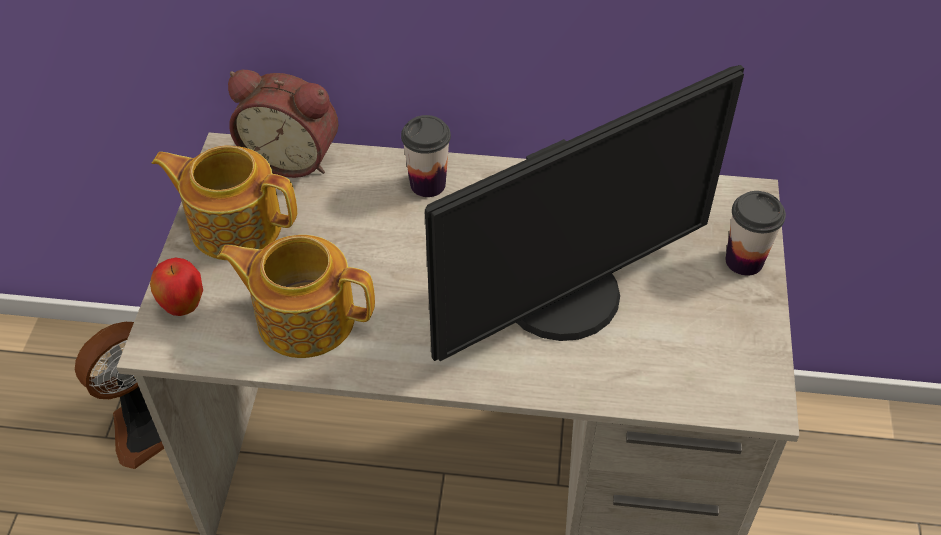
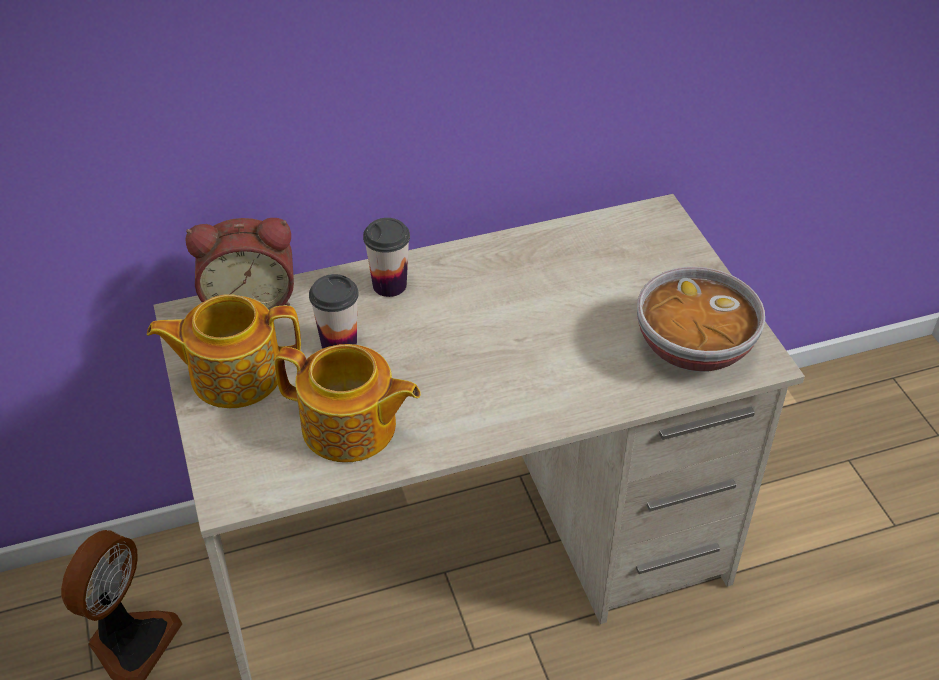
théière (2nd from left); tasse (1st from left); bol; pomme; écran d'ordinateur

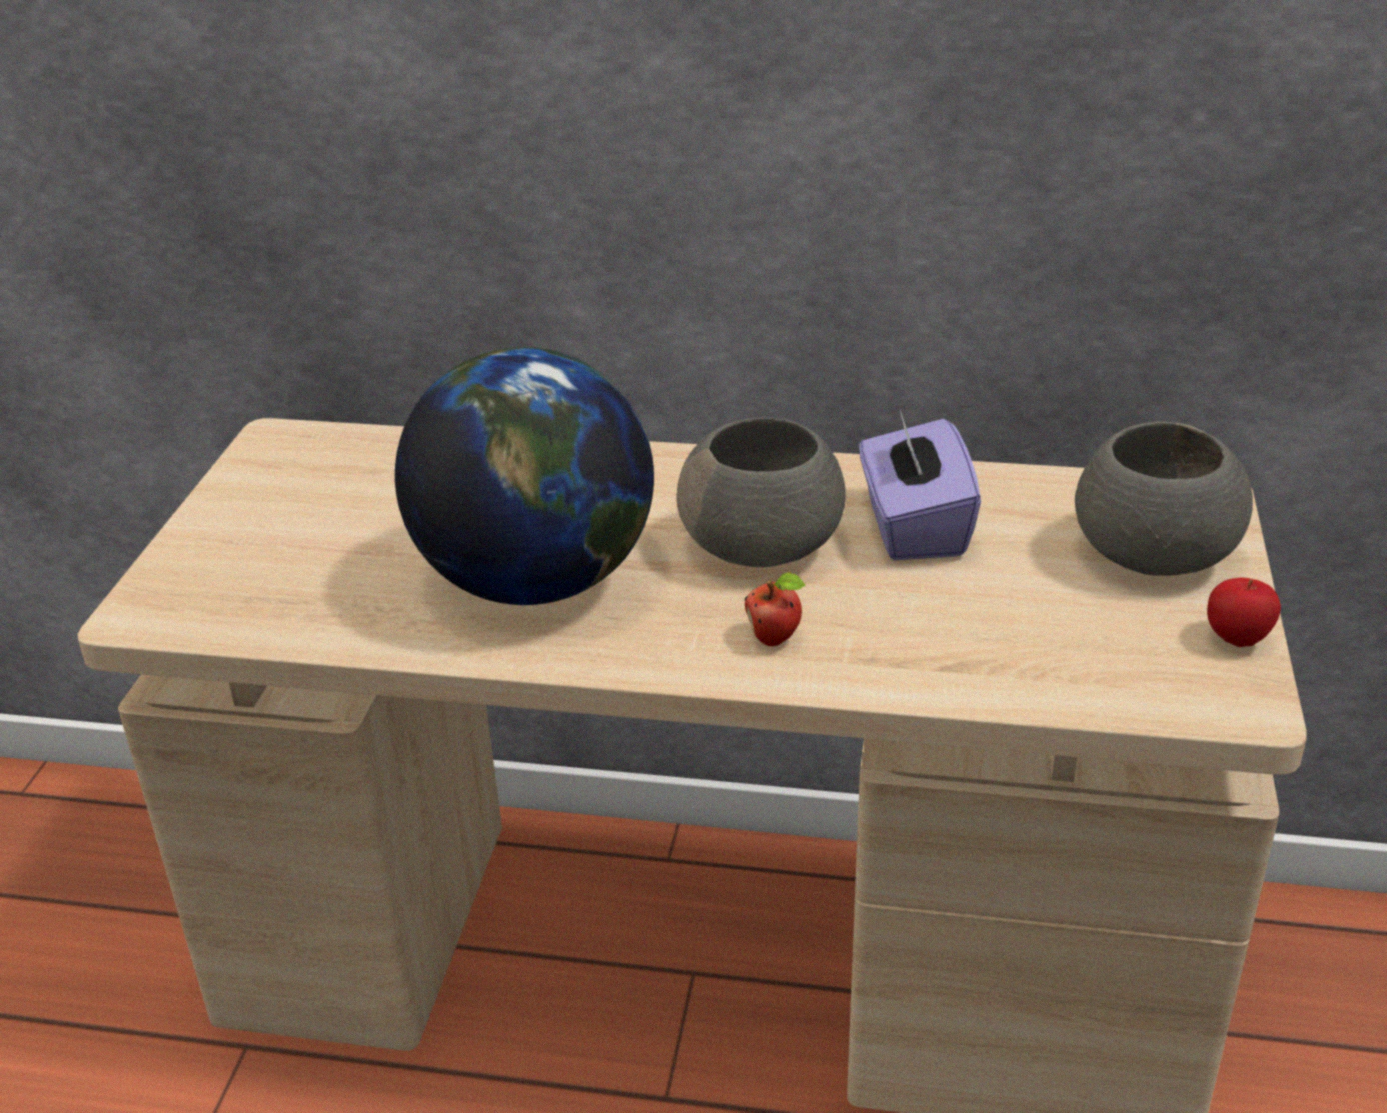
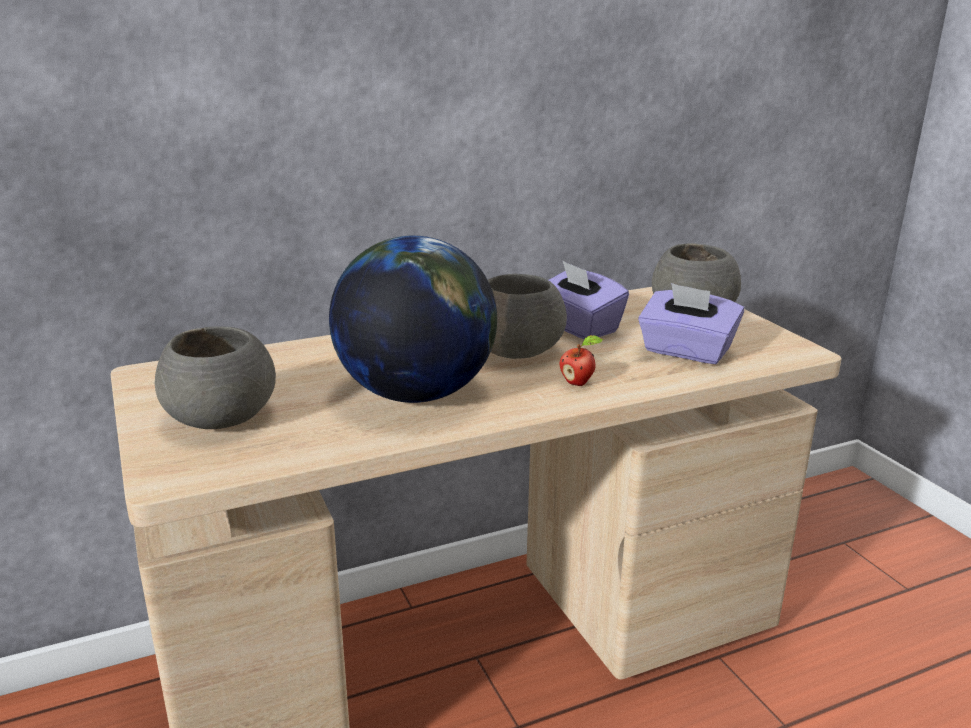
bol [gris] (1st from left); boîte à mouchoirs [violet] (2nd from left); pomme (2nd from left in the first image)

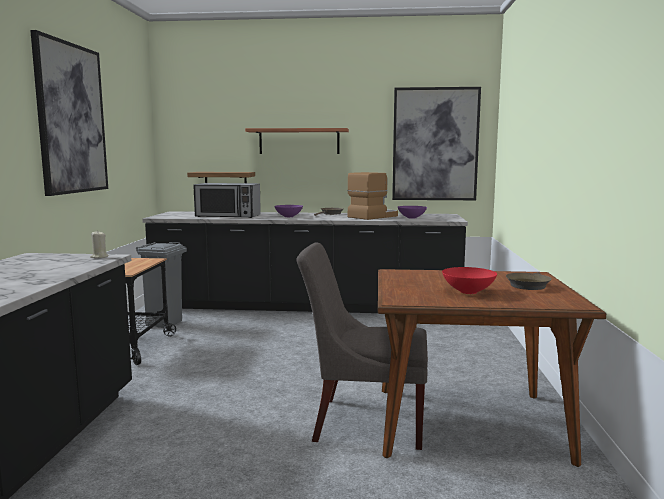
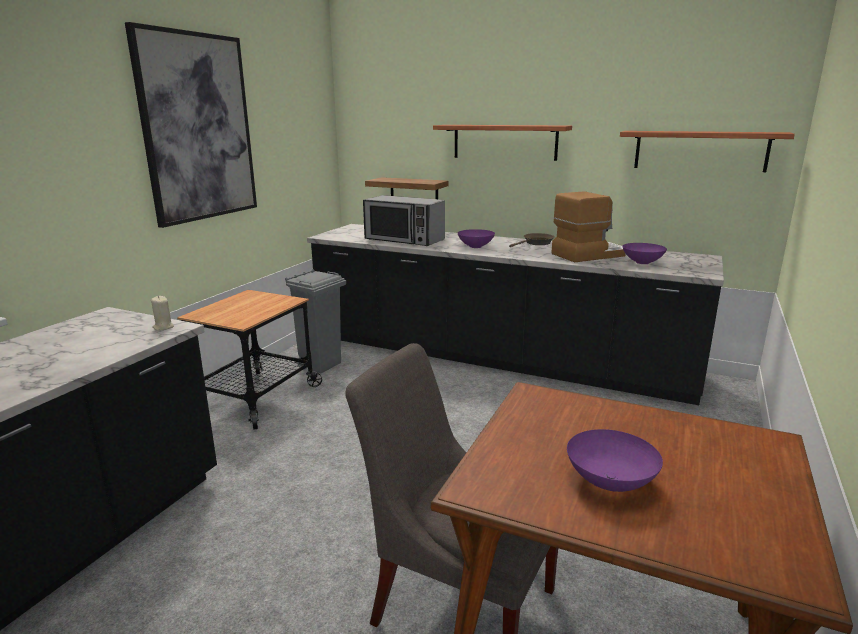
bol [violet] (2nd from left); étagère (3rd from left); poêle [marron] (2nd from left in the first image)

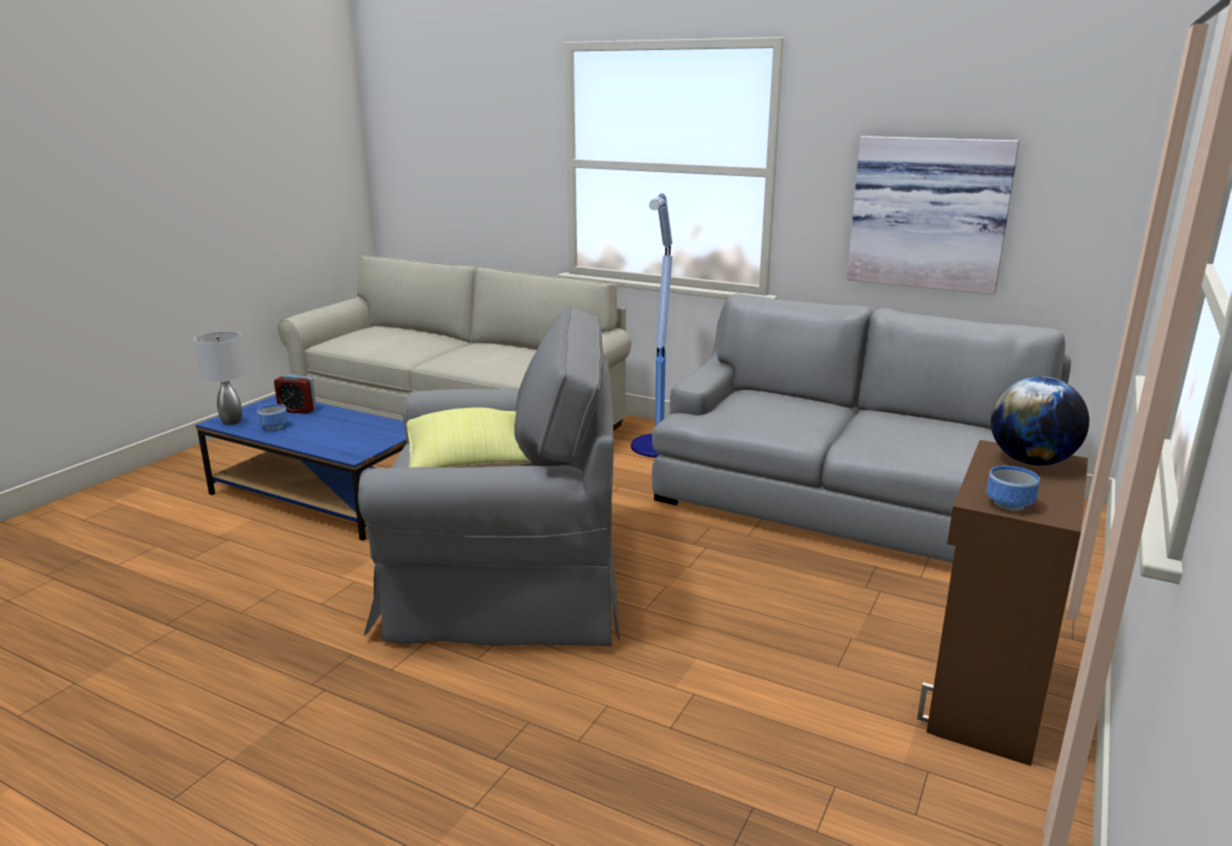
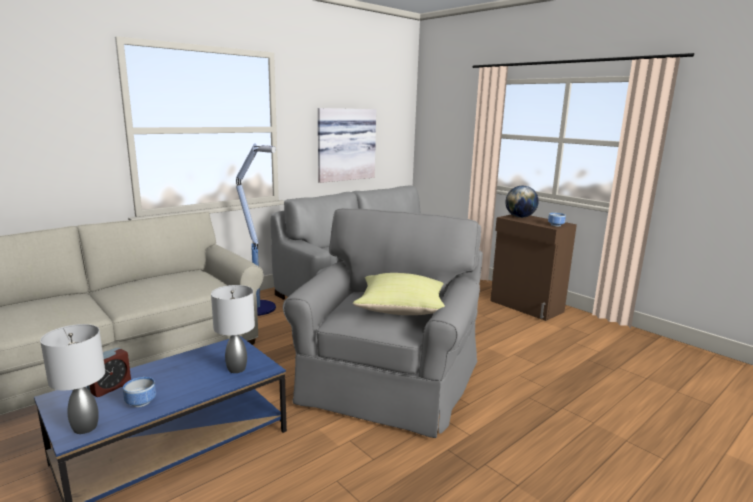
lampe de table [gris] (2nd from left)

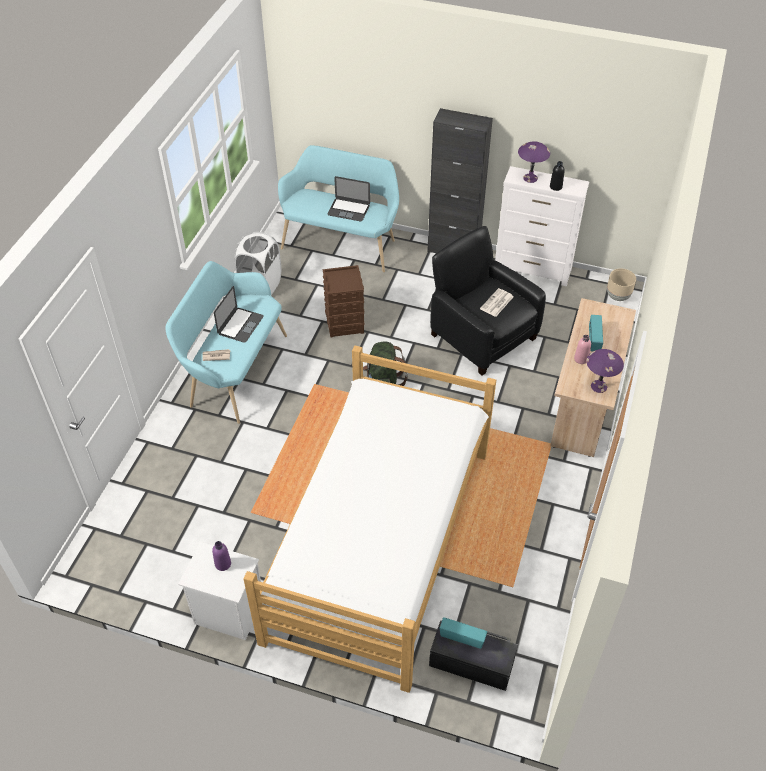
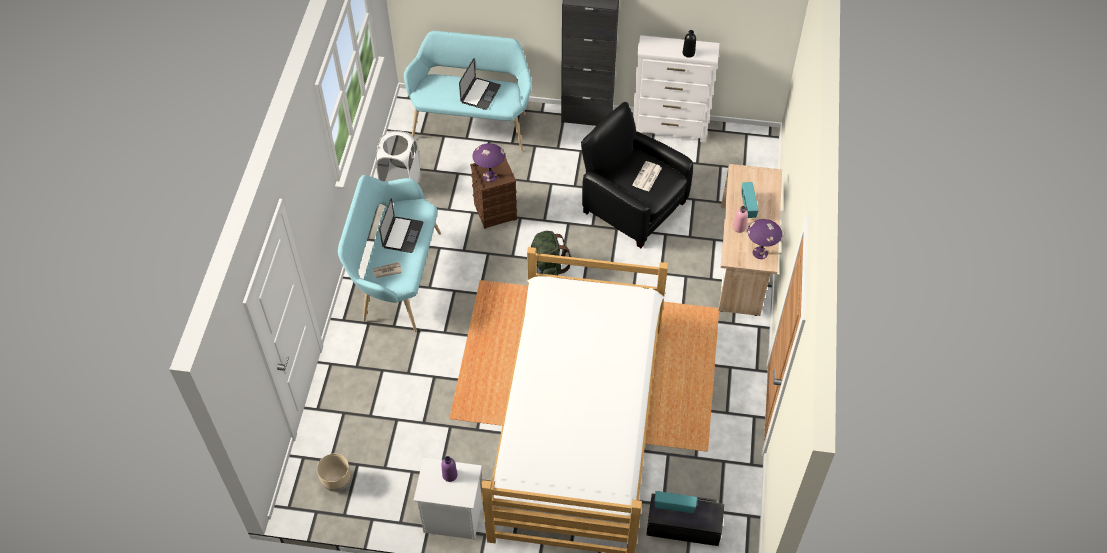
cache-pot [beige]; ordinateur portable (2nd from left); lampe de table [violet] (1st from left)

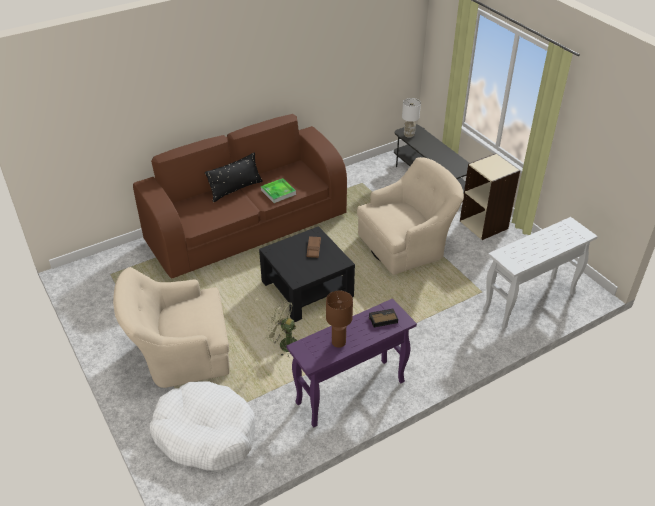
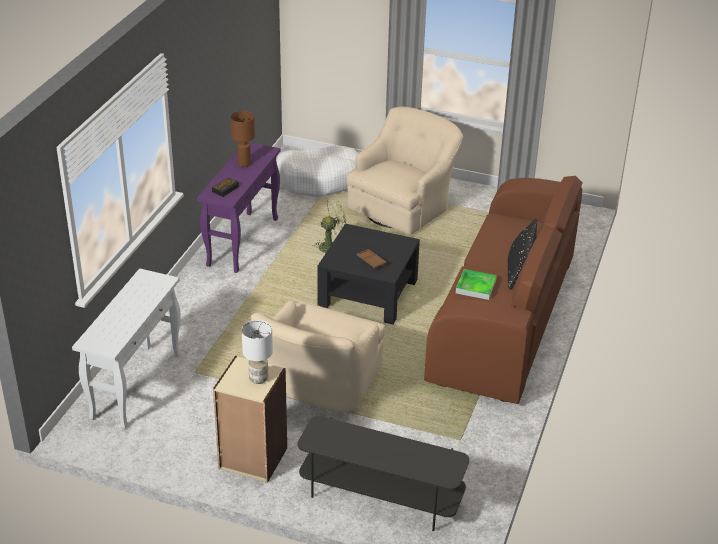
lampe de table [blanc]

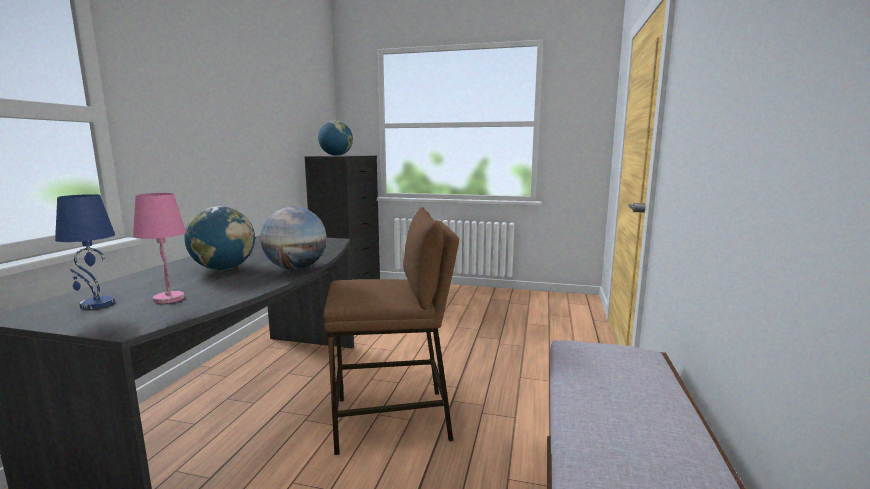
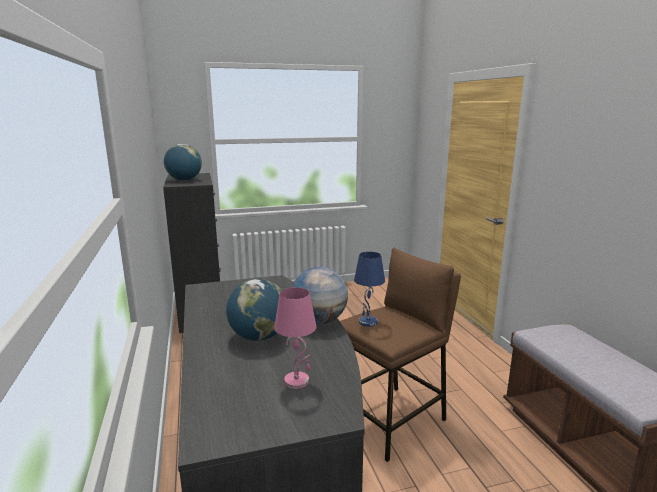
lampe de table [bleu]

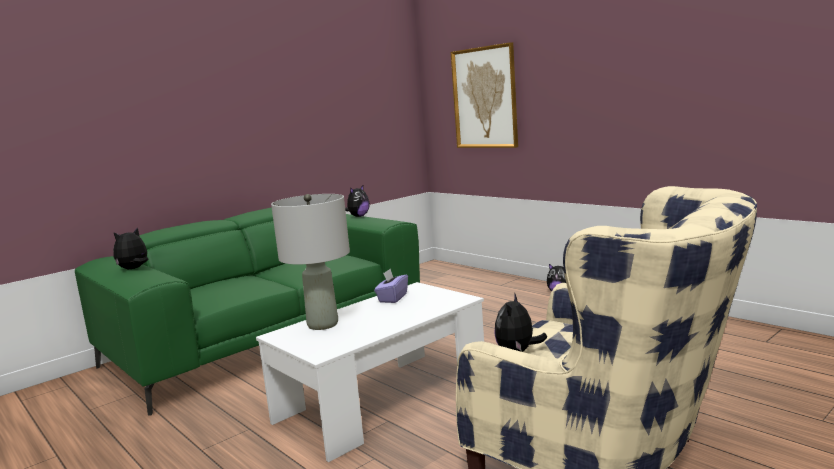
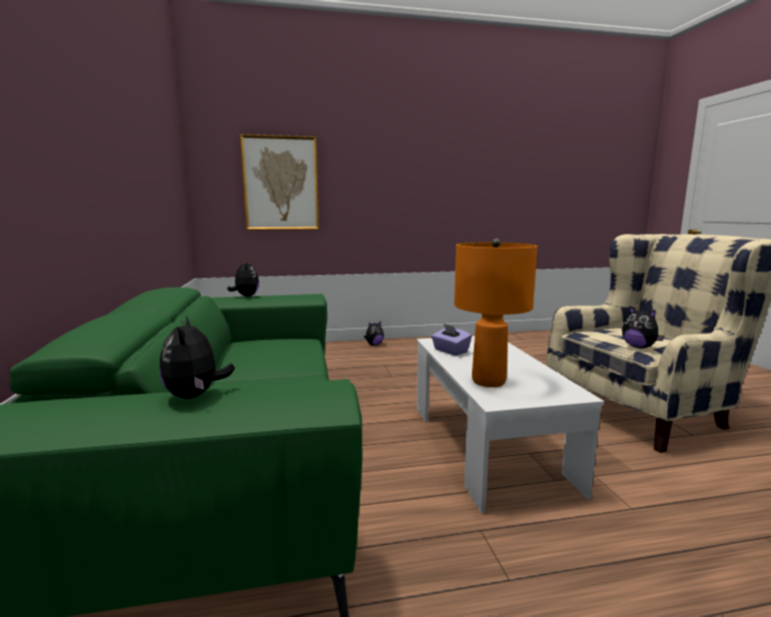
lampe de table [orange]

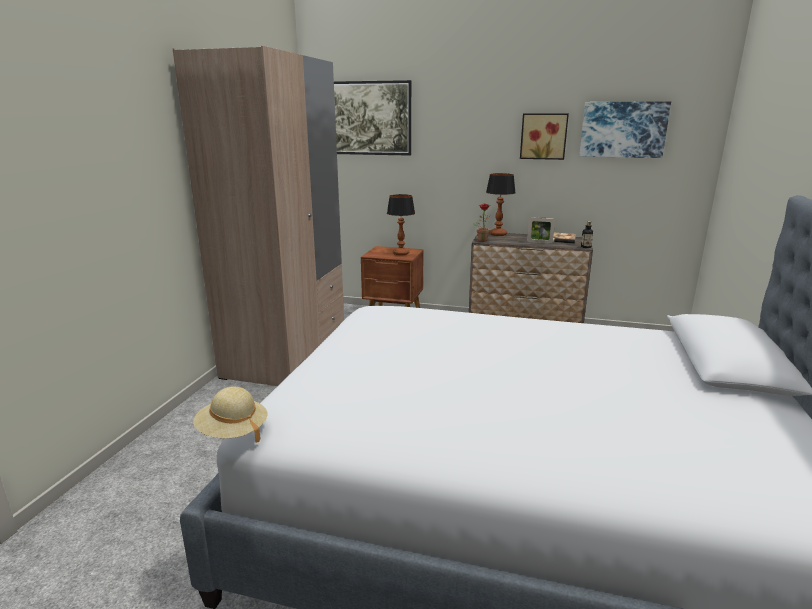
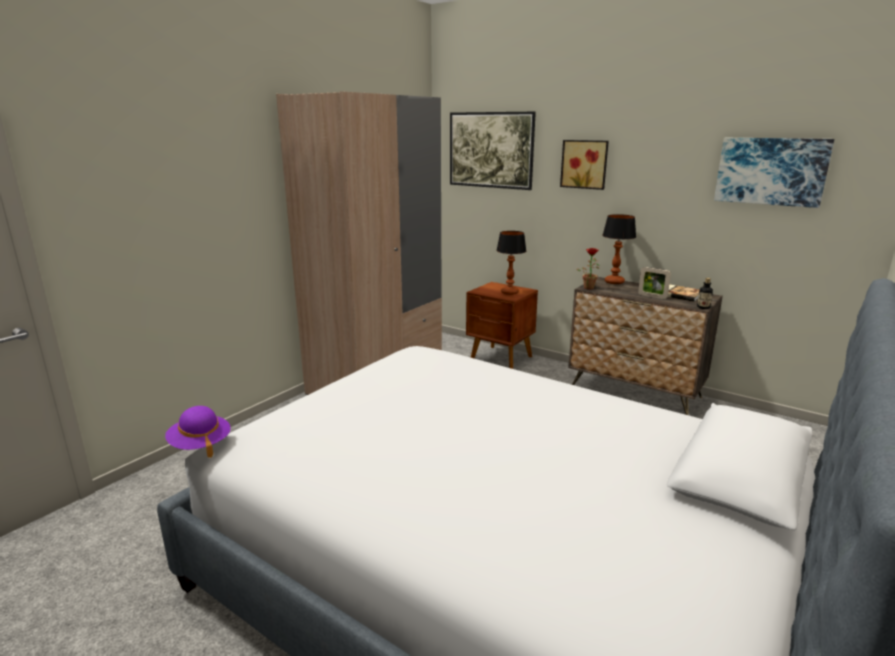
chapeau [violet]; tableau (2nd from left)

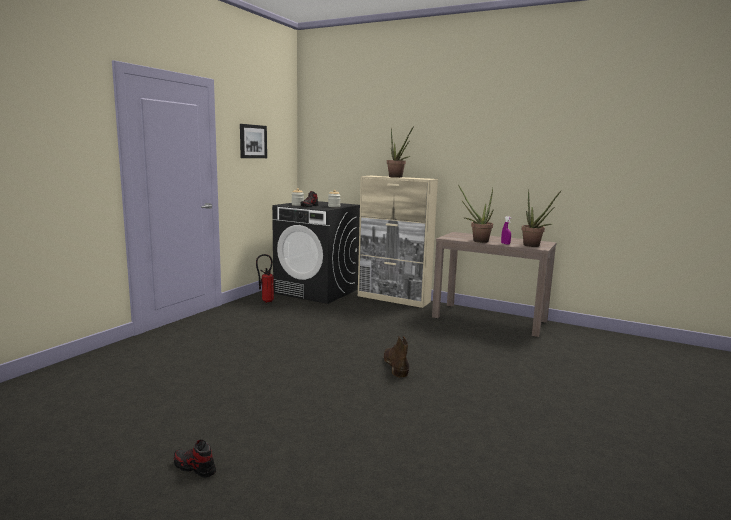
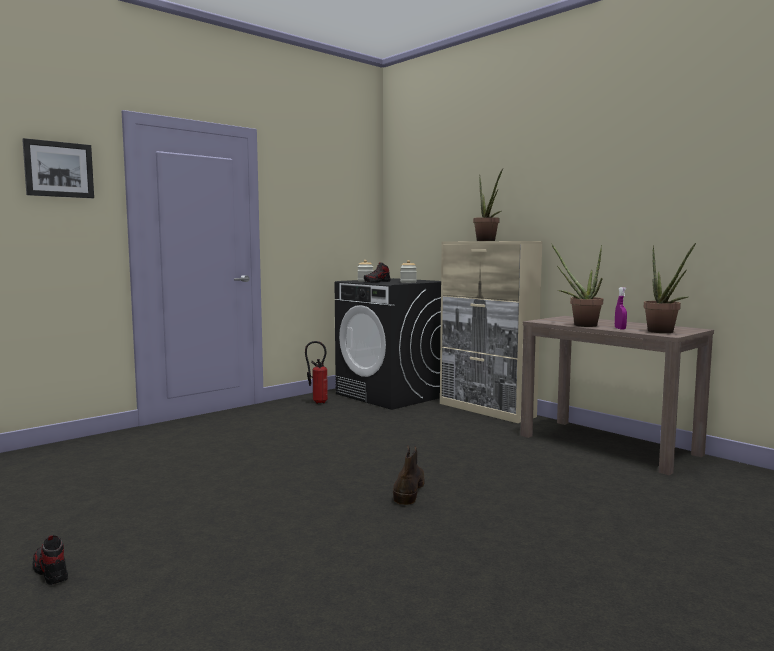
tableau

